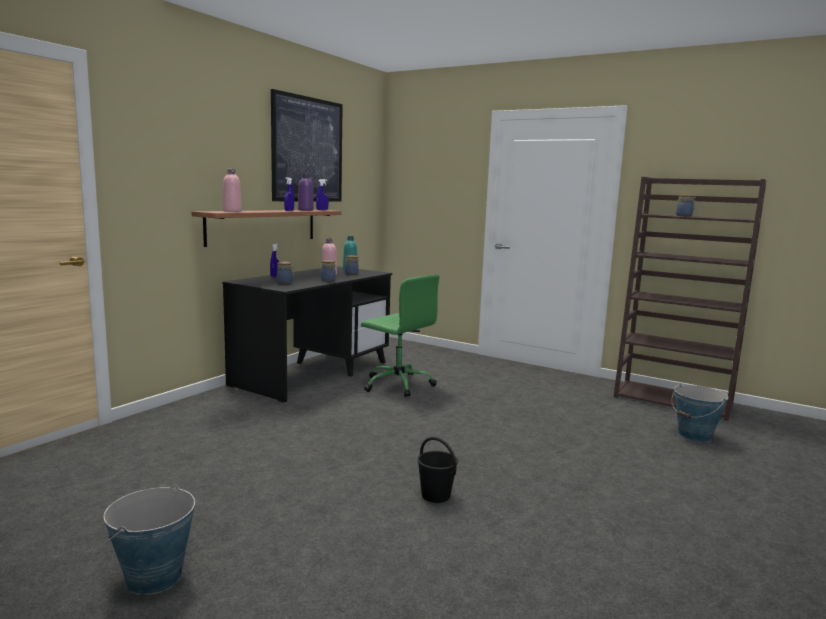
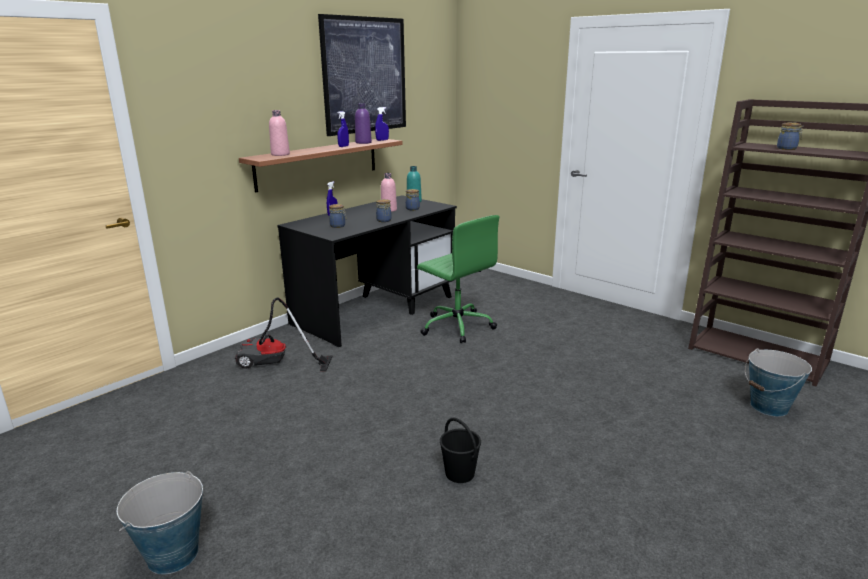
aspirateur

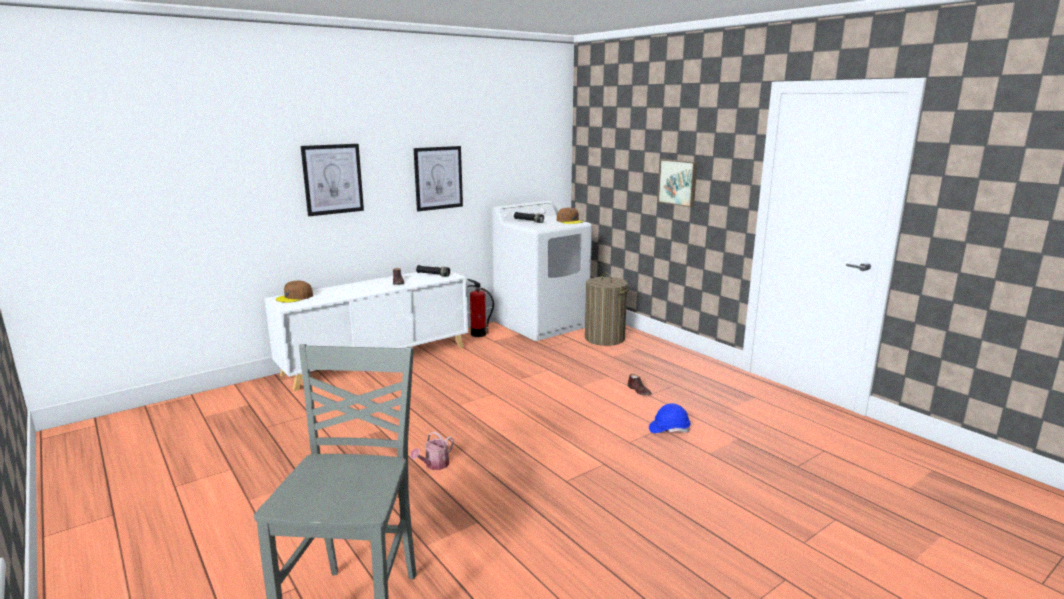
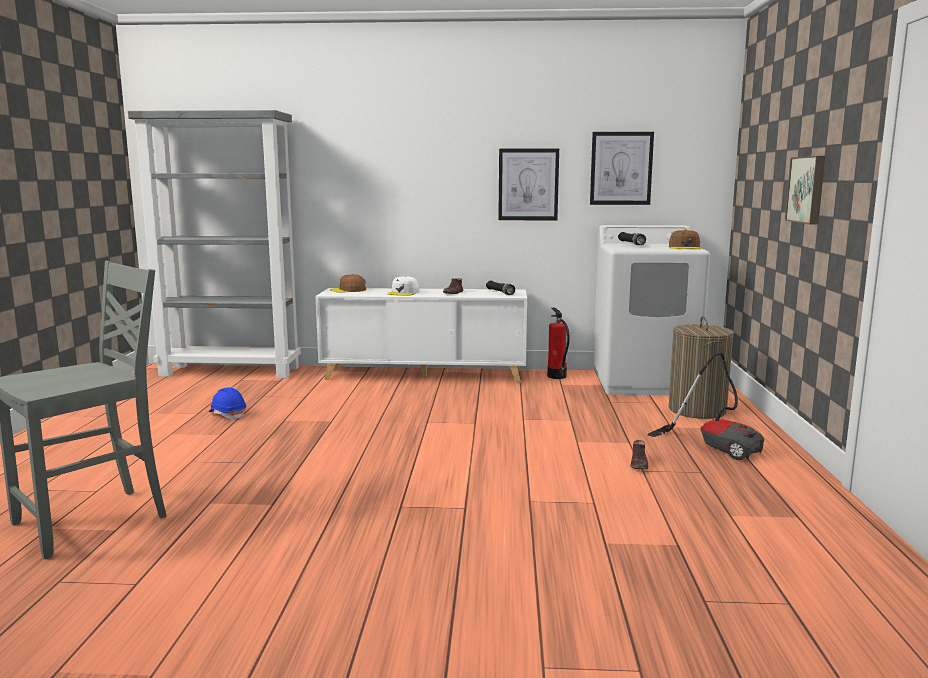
bibliothèque [gris]; casque de chantier [bleu]; casquette [blanc]; tableau (2nd from left); aspirateur; arrosoir

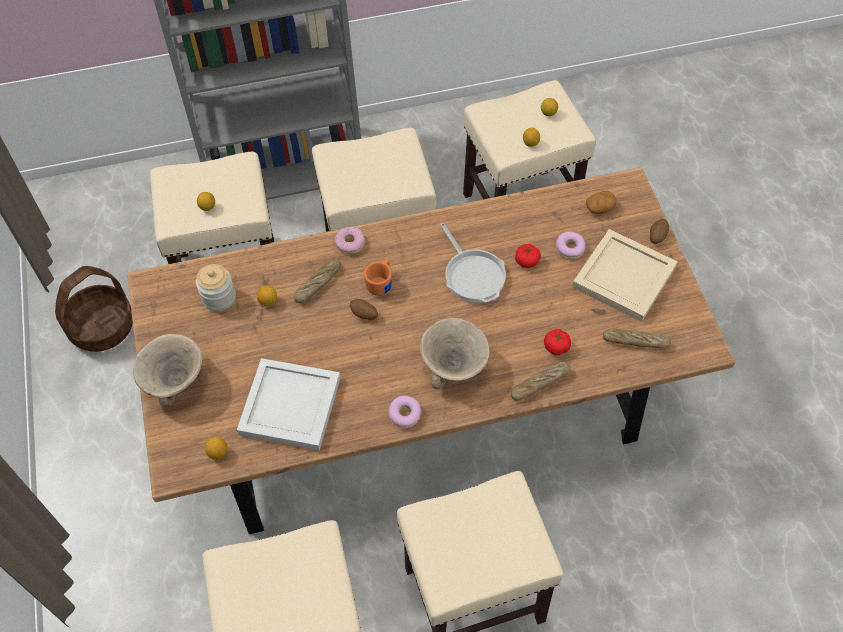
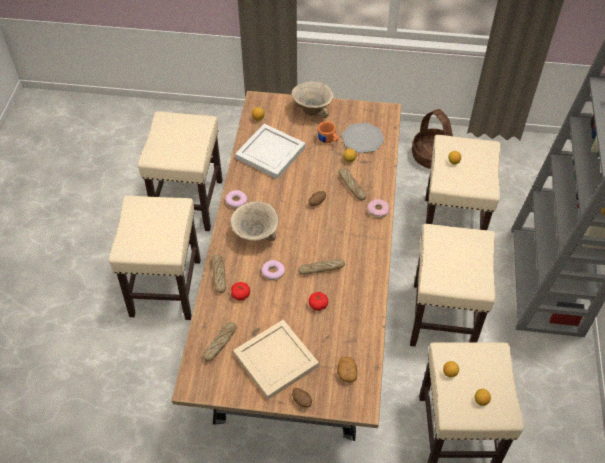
beignet (2nd from left); pain (3rd from left); mug [orange]; assiette

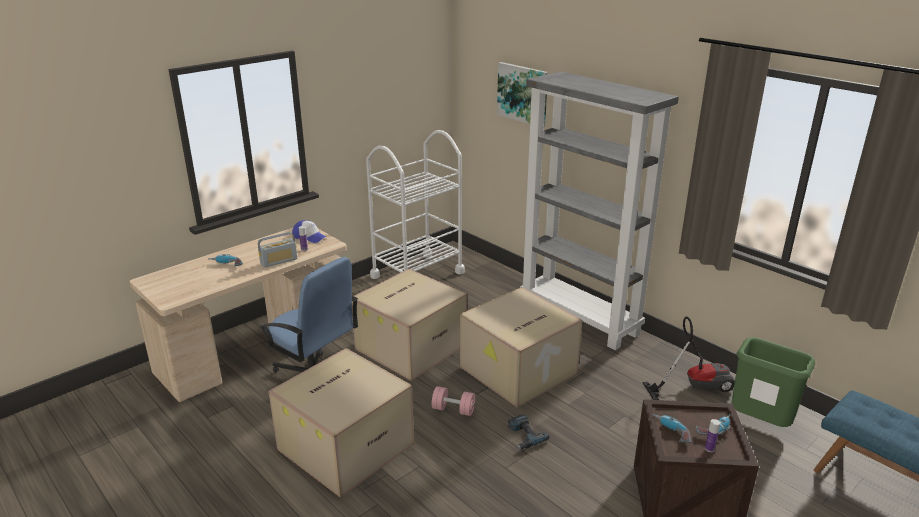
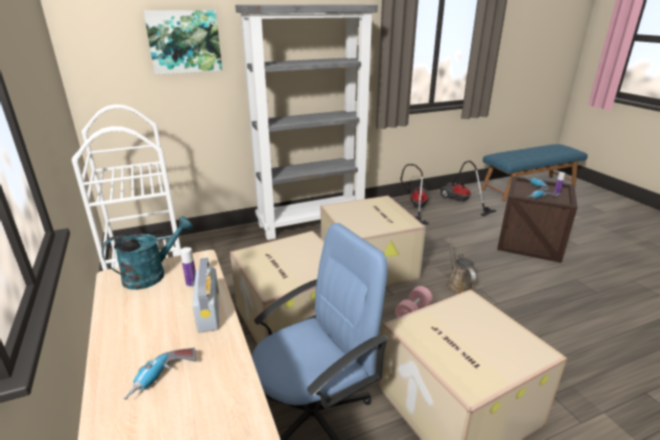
arrosoir [turquoise]; aspirateur (2nd from left); arrosoir [marron]

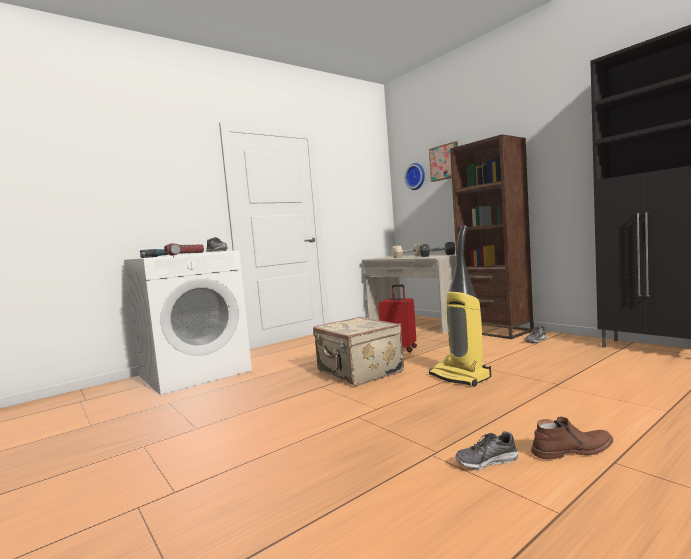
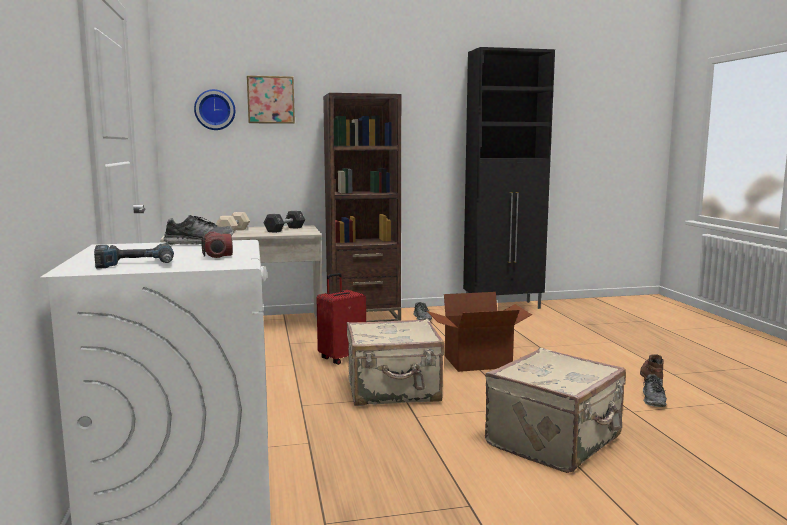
carton; valise [beige] (2nd from left)

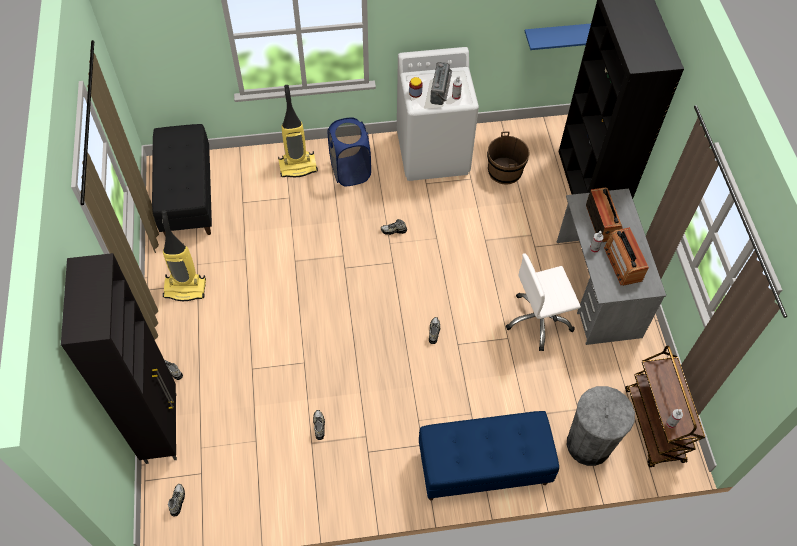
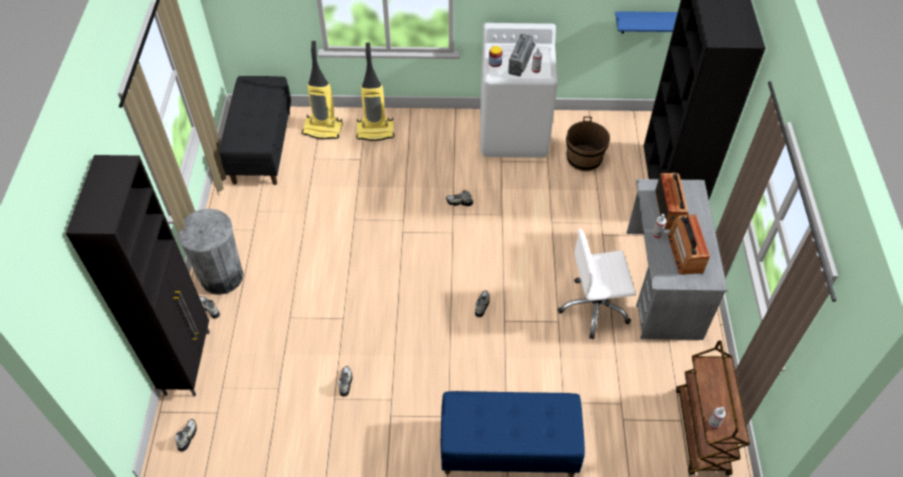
poubelle [gris]; aspirateur (1st from left); panier à linge [bleu]

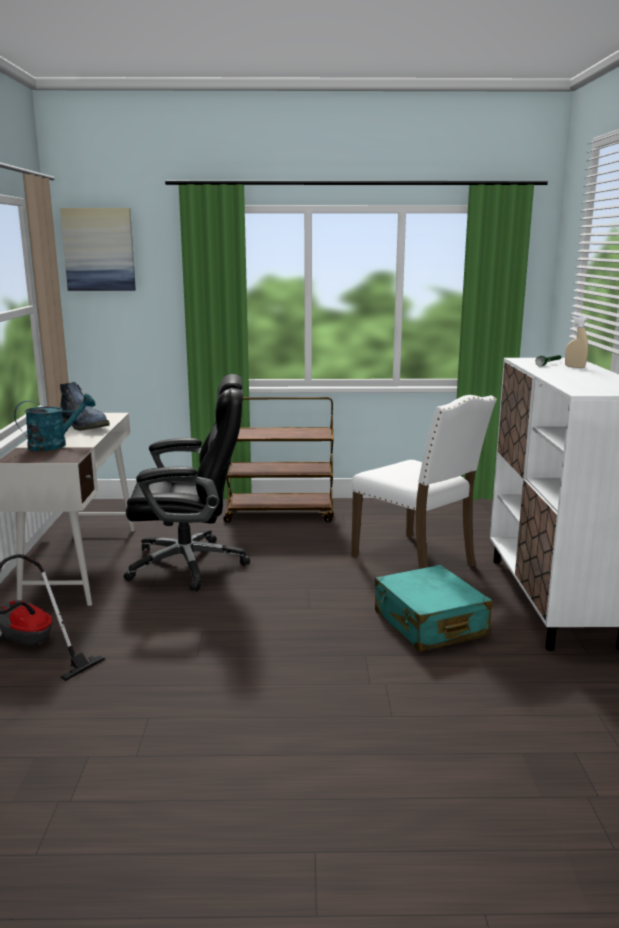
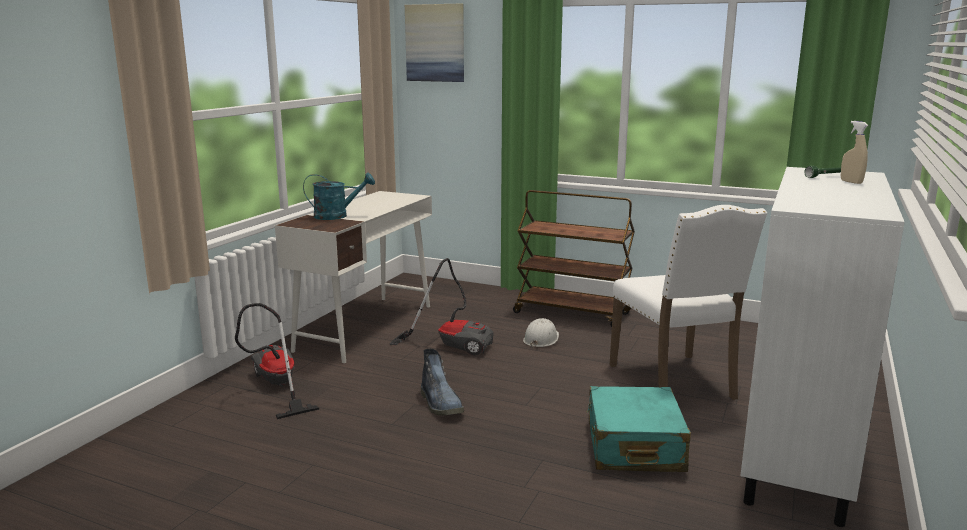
aspirateur (2nd from left); botte; casque de chantier [blanc]

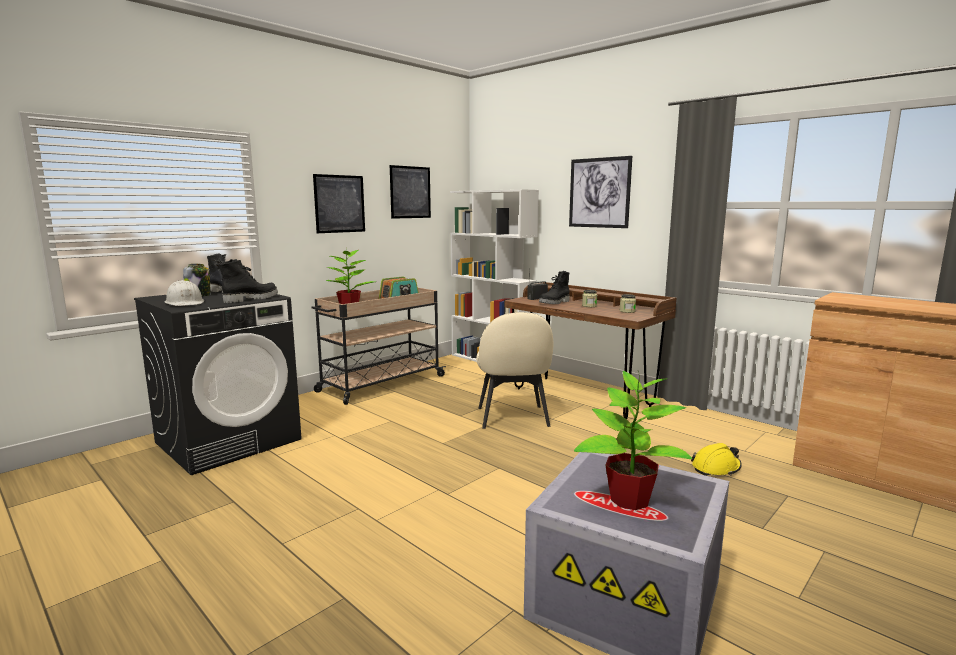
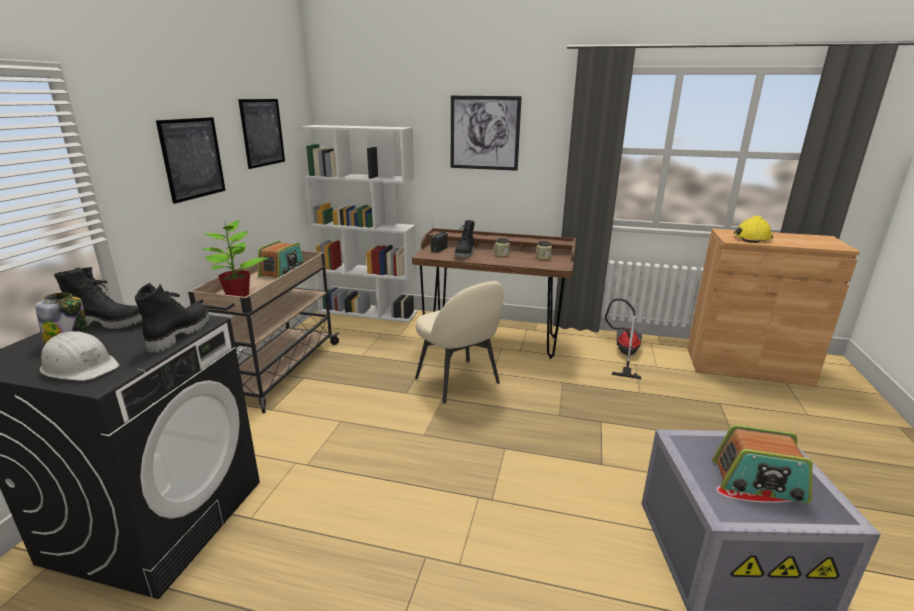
aspirateur; radio (3rd from left); casque de chantier [jaune]

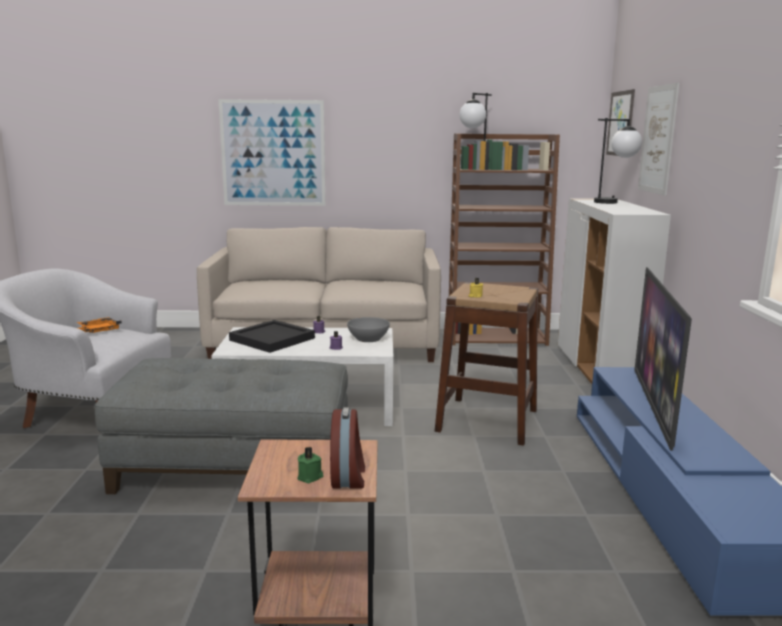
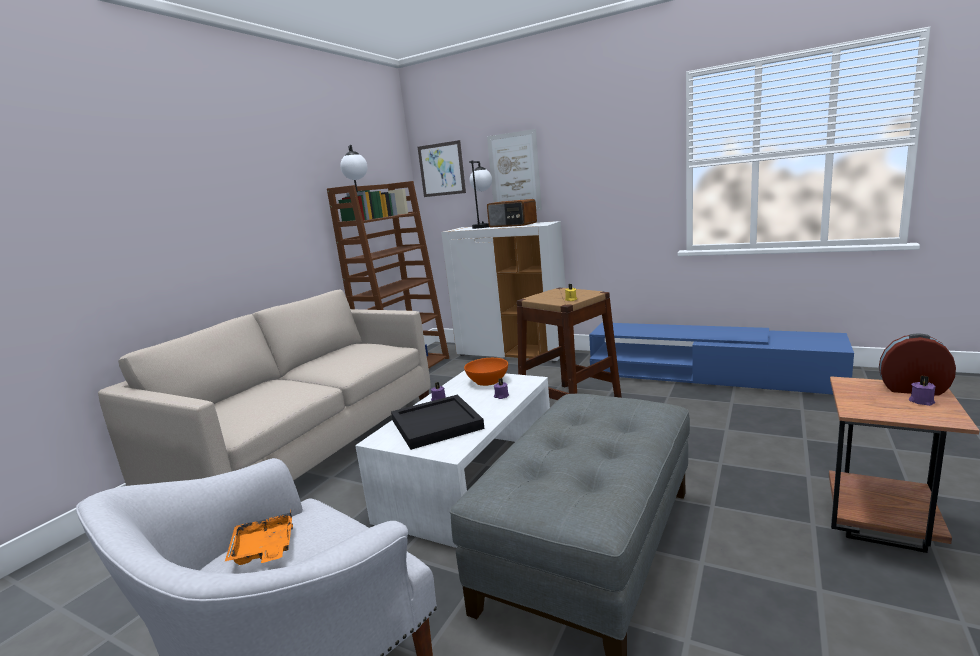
bol [orange]; radio; bougie [violet] (3rd from left); tableau (1st from left in the first image); téléviseur

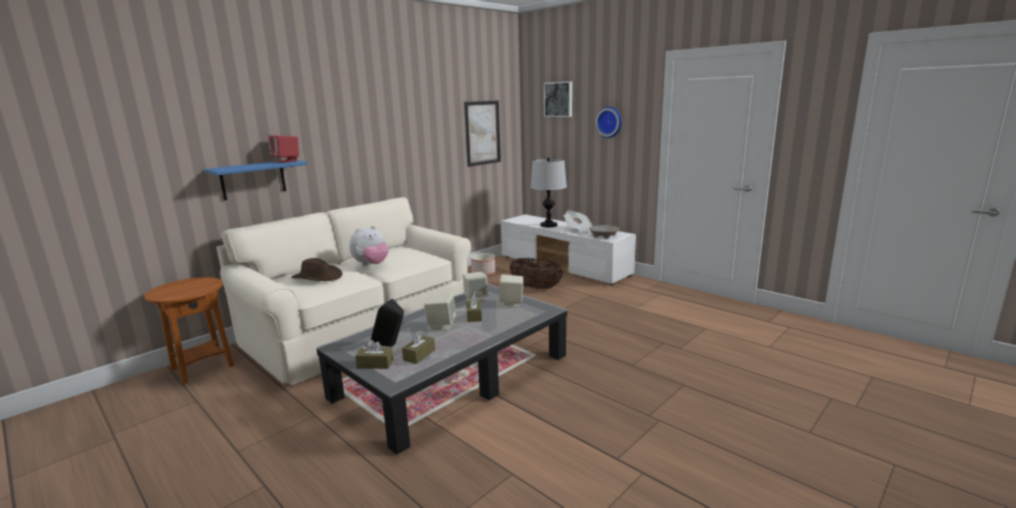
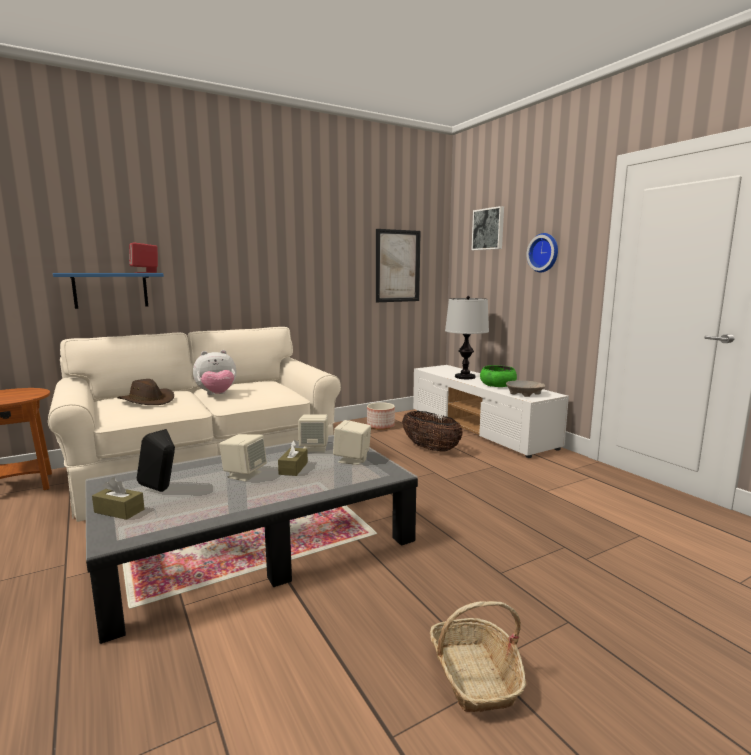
panier (2nd from left); bol [vert]; boîte à mouchoirs [marron] (2nd from left in the first image)

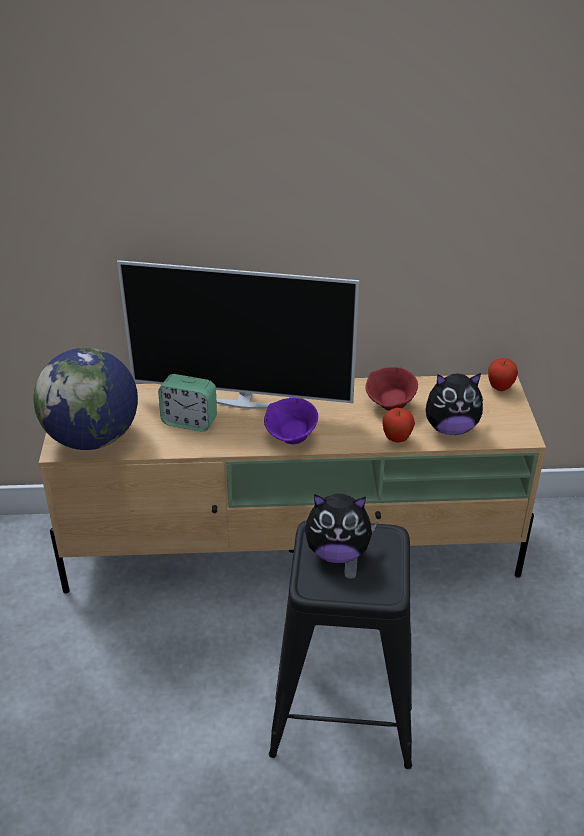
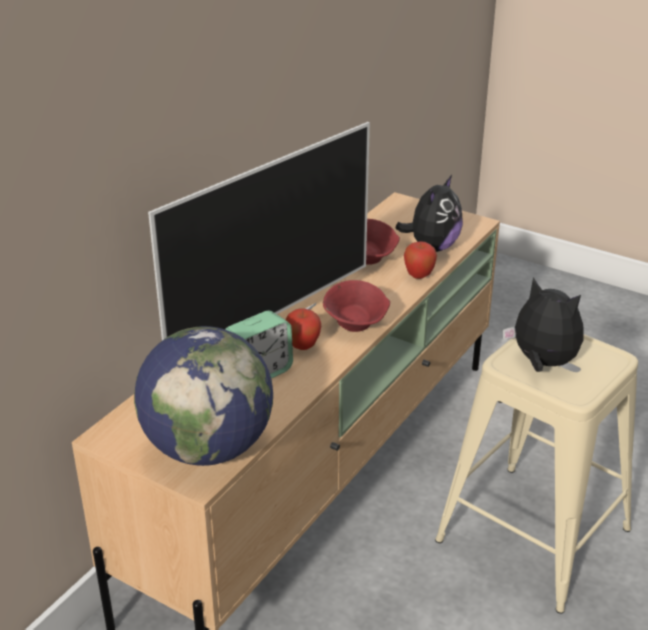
pomme (1st from left); bol [rouge] (1st from left); tabouret [beige]; peluche (2nd from left)

